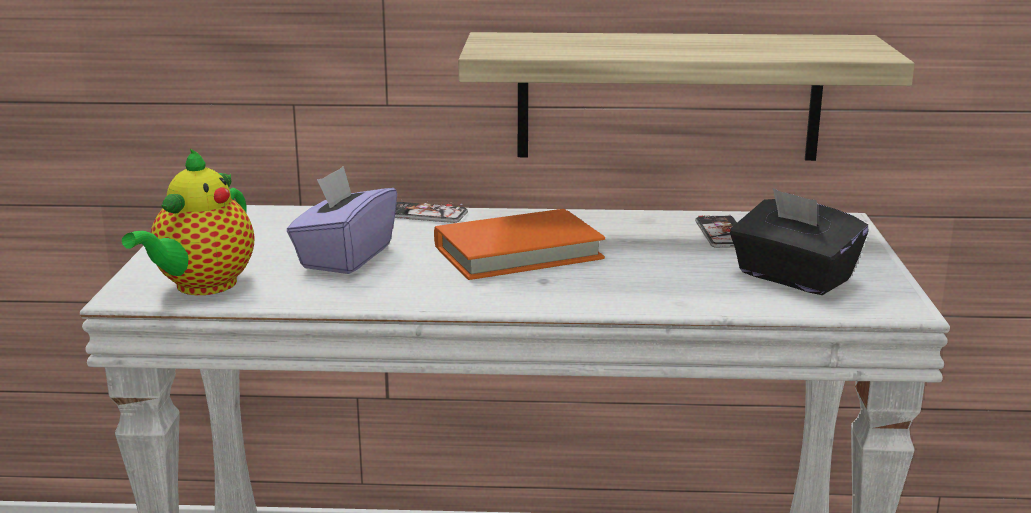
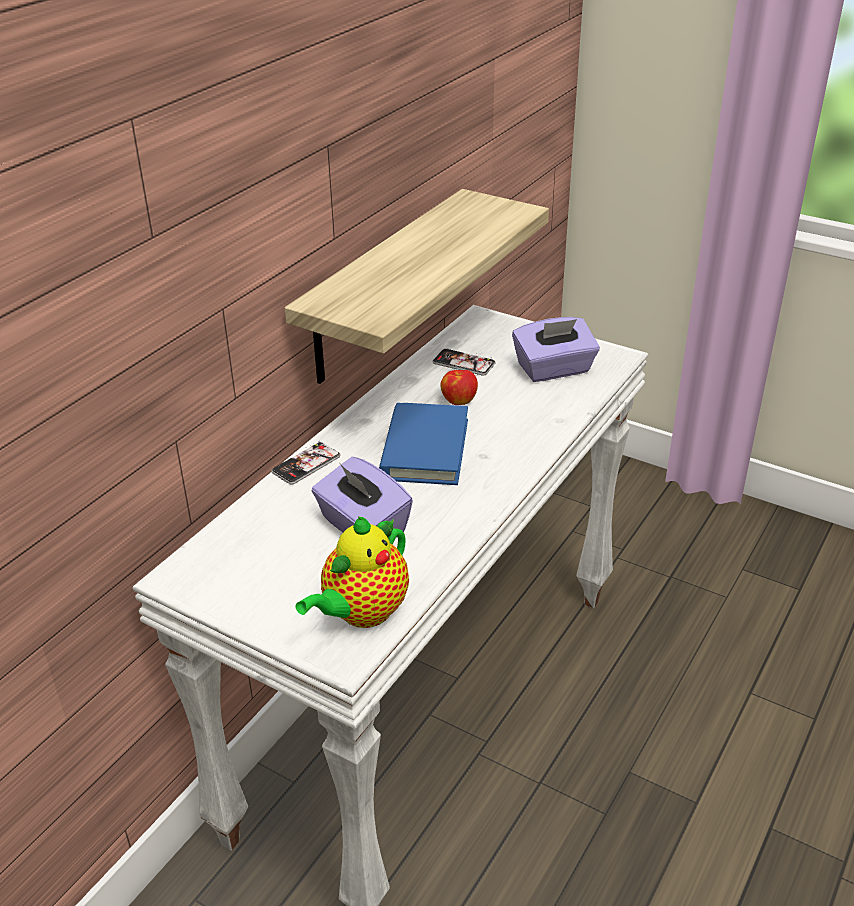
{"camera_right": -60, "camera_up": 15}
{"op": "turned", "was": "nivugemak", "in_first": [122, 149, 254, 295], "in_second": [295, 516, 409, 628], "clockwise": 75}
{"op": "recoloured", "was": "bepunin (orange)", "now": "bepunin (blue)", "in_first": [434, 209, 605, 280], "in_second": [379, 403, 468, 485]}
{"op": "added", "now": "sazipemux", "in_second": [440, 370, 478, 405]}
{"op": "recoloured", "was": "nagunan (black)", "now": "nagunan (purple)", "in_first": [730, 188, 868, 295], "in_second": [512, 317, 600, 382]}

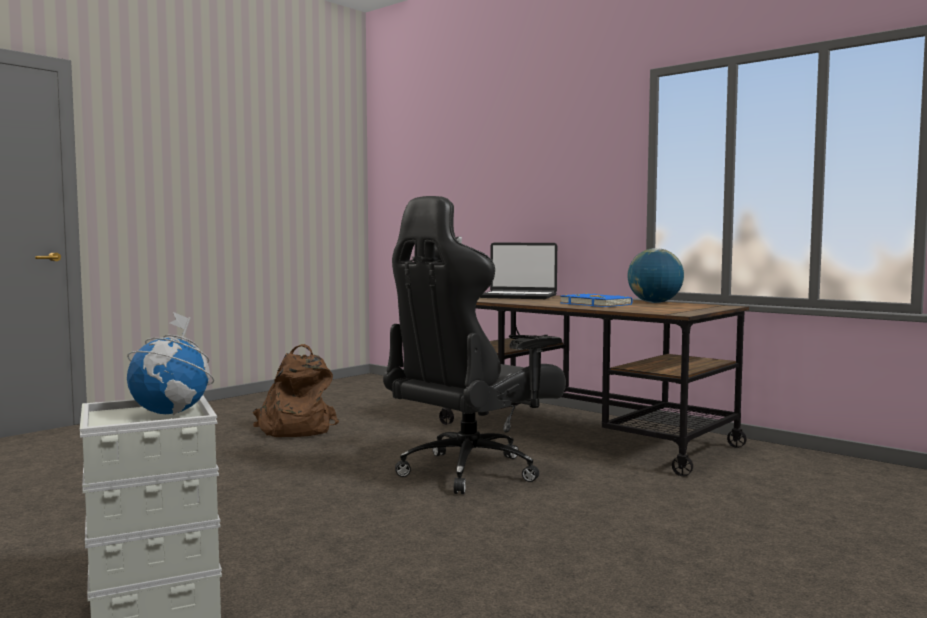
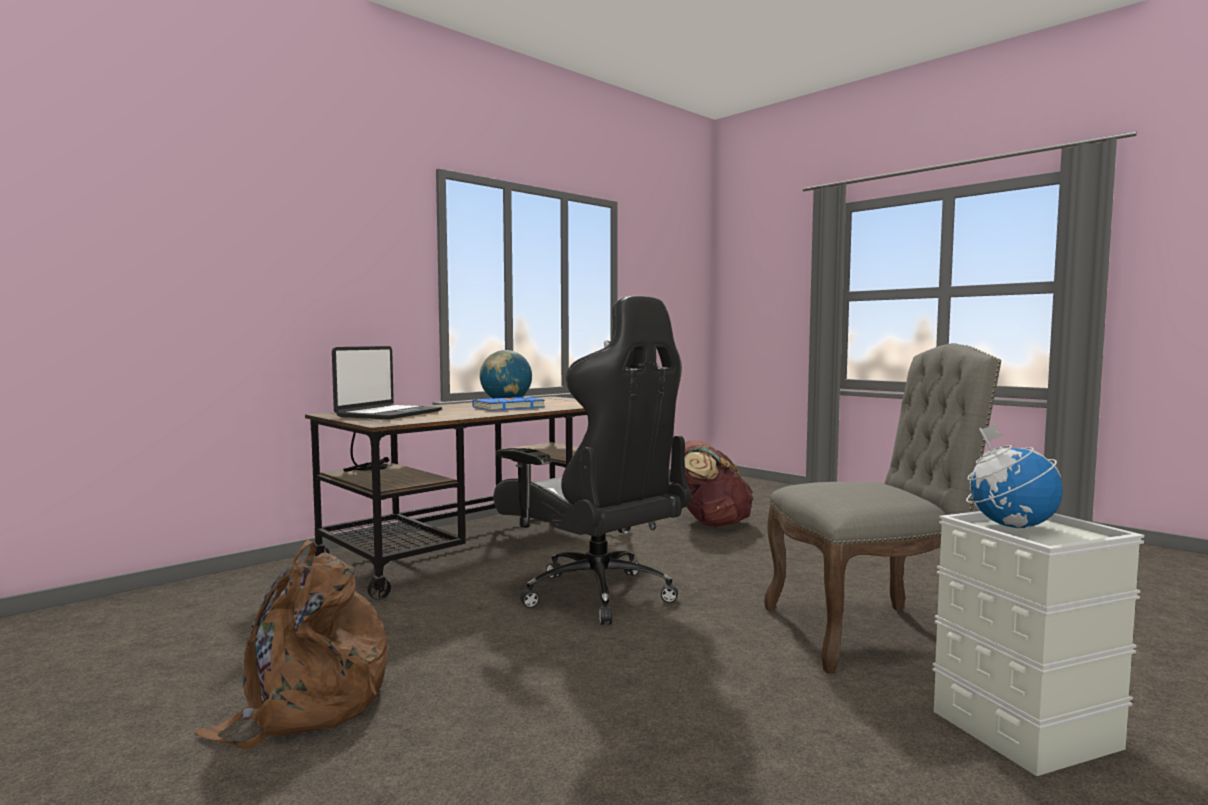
{"camera_right": -85, "camera_up": 0}
{"op": "added", "now": "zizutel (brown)", "in_second": [685, 440, 754, 527]}
{"op": "added", "now": "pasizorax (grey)", "in_second": [764, 343, 1001, 674]}

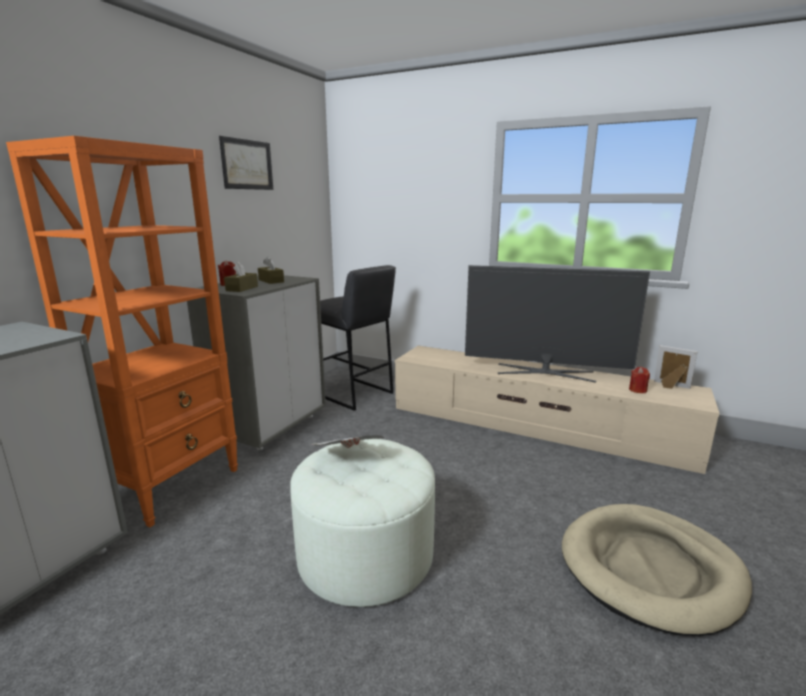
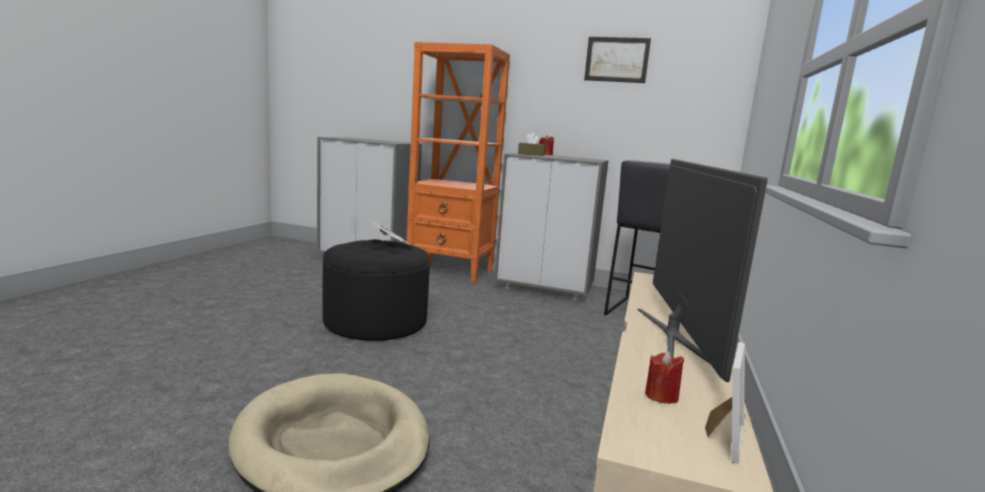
{"camera_right": 80, "camera_up": -5}
{"op": "recoloured", "was": "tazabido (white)", "now": "tazabido (black)", "in_first": [290, 439, 435, 607], "in_second": [323, 239, 430, 341]}
{"op": "removed", "was": "nagunan (brown)", "in_first": [258, 257, 284, 284]}

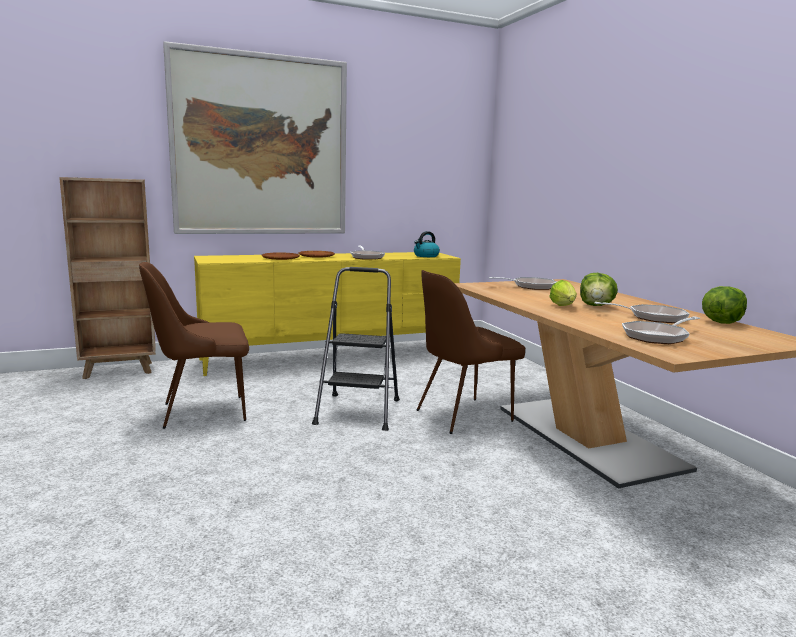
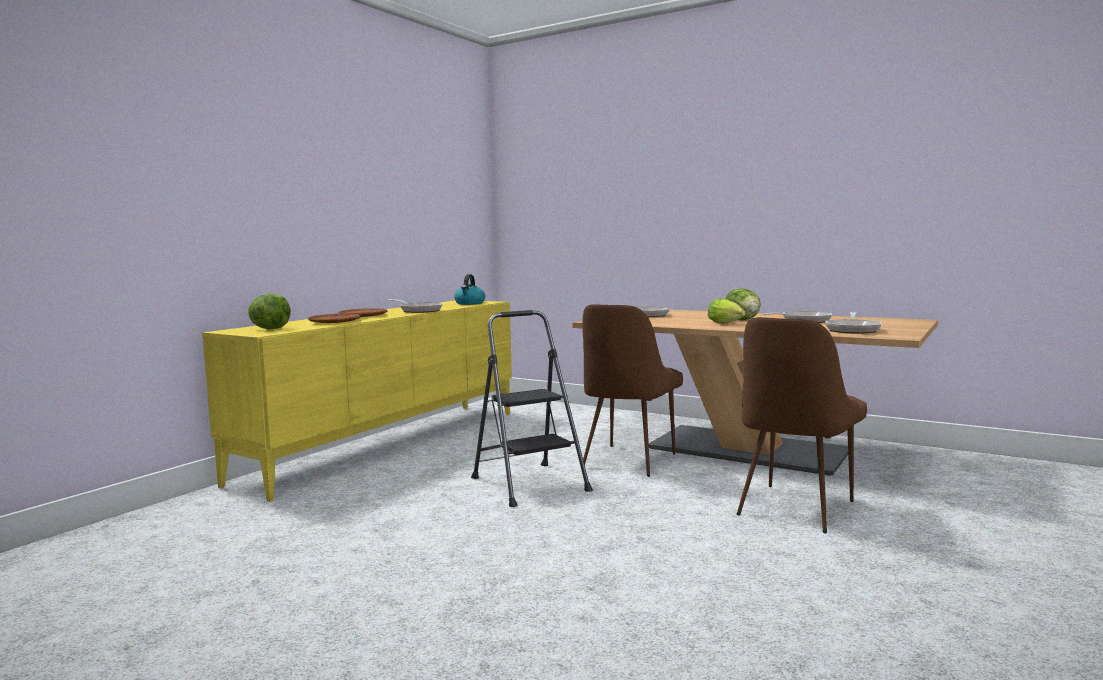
{"camera_right": -35, "camera_up": -5}
{"op": "moved", "was": "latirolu", "in_first": [702, 286, 747, 324], "in_second": [248, 294, 291, 329]}
{"op": "moved", "was": "pasizorax (brown)", "in_first": [139, 262, 249, 429], "in_second": [737, 317, 867, 534]}
{"op": "removed", "was": "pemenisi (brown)", "in_first": [59, 177, 156, 379]}
{"op": "removed", "was": "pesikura", "in_first": [163, 41, 347, 234]}

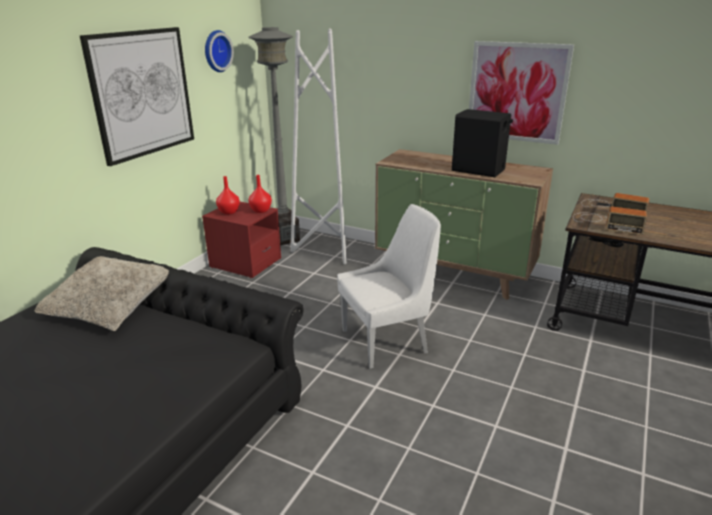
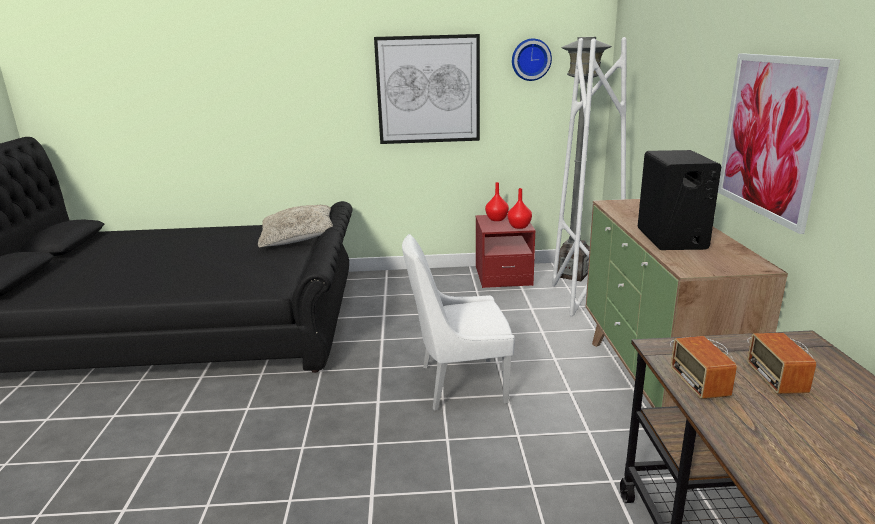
{"camera_right": 60, "camera_up": -5}
{"op": "turned", "was": "pasizorax (white)", "in_first": [337, 204, 441, 369], "in_second": [402, 234, 515, 410], "clockwise": 135}

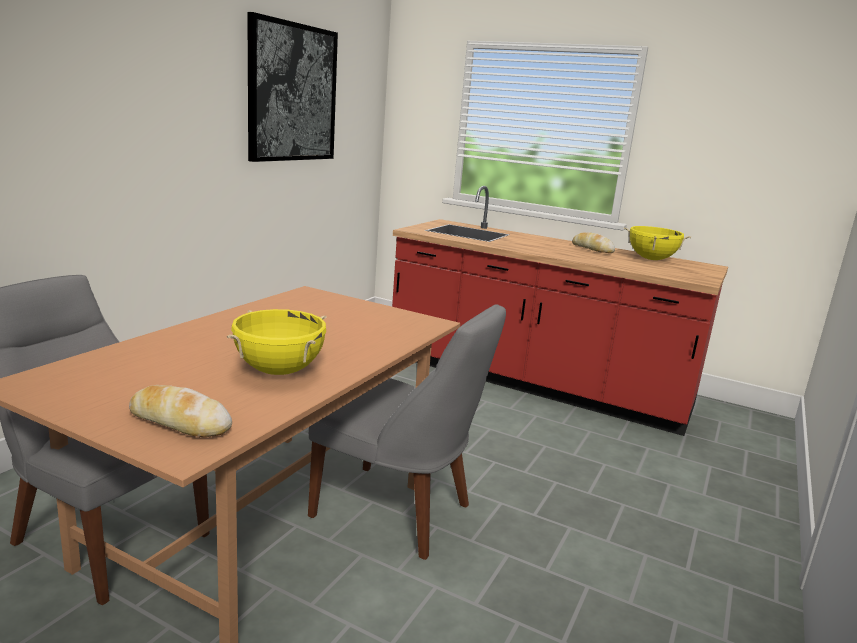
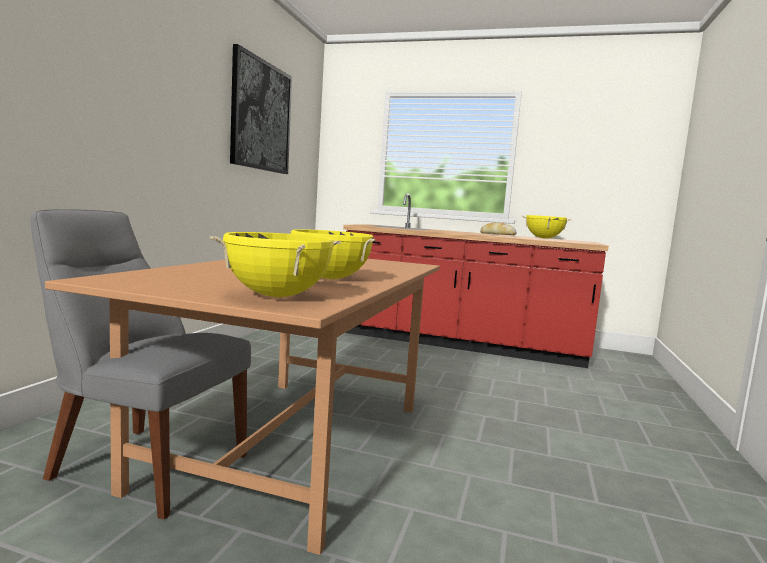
{"camera_right": -10, "camera_up": -10}
{"op": "replaced", "was": "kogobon", "now": "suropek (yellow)", "in_first": [129, 385, 232, 437], "in_second": [210, 232, 341, 297]}
{"op": "removed", "was": "pasizorax (grey)", "in_first": [308, 304, 506, 560]}

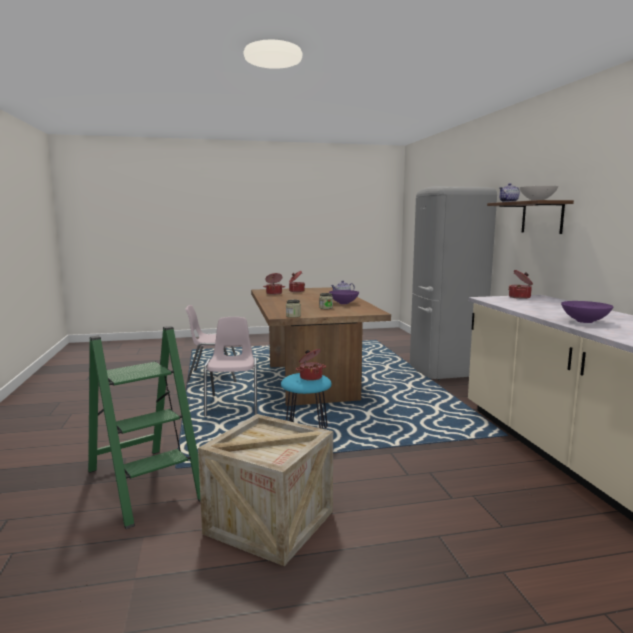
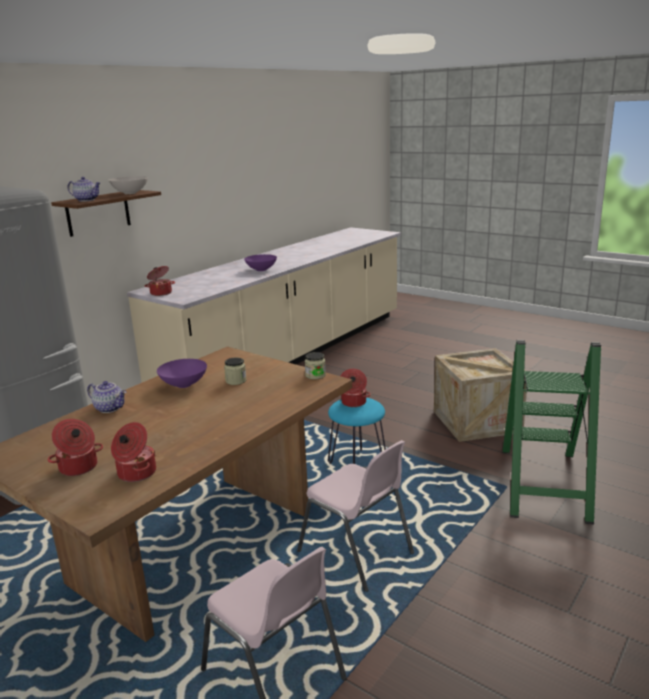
{"camera_right": -130, "camera_up": 10}
{"op": "turned", "was": "pasizorax (pink)", "in_first": [204, 317, 257, 417], "in_second": [297, 440, 414, 592], "clockwise": -90}

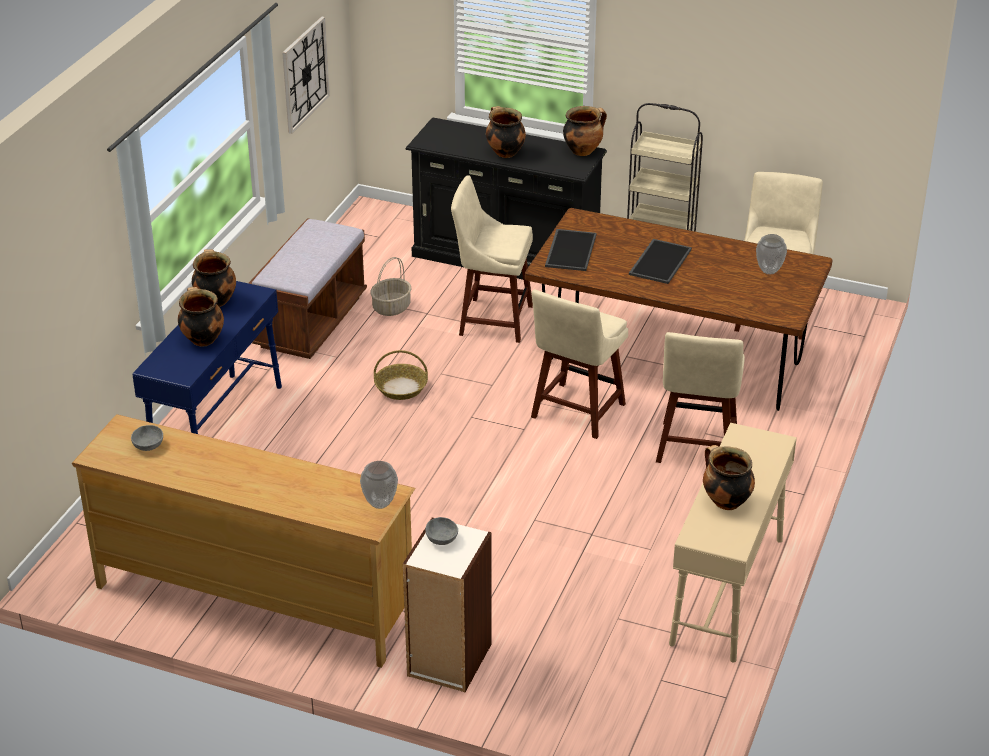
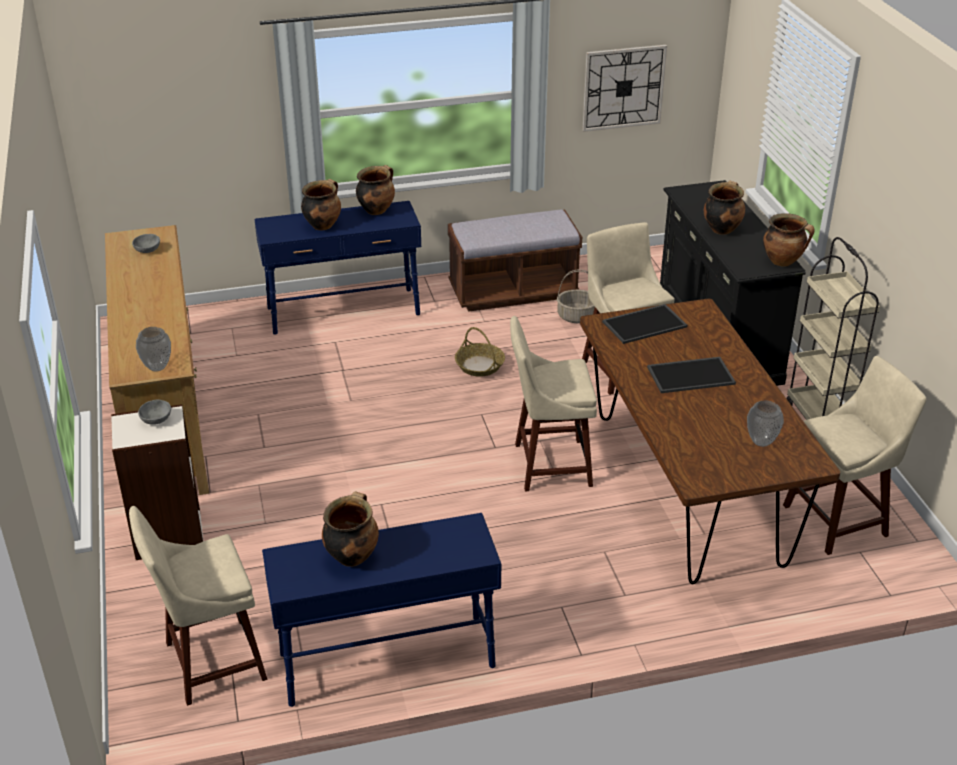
{"camera_right": 55, "camera_up": 0}
{"op": "moved", "was": "pasizorax (beige)", "in_first": [656, 332, 745, 463], "in_second": [129, 506, 268, 706]}
{"op": "recoloured", "was": "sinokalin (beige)", "now": "sinokalin (blue)", "in_first": [669, 423, 797, 663], "in_second": [262, 513, 502, 707]}

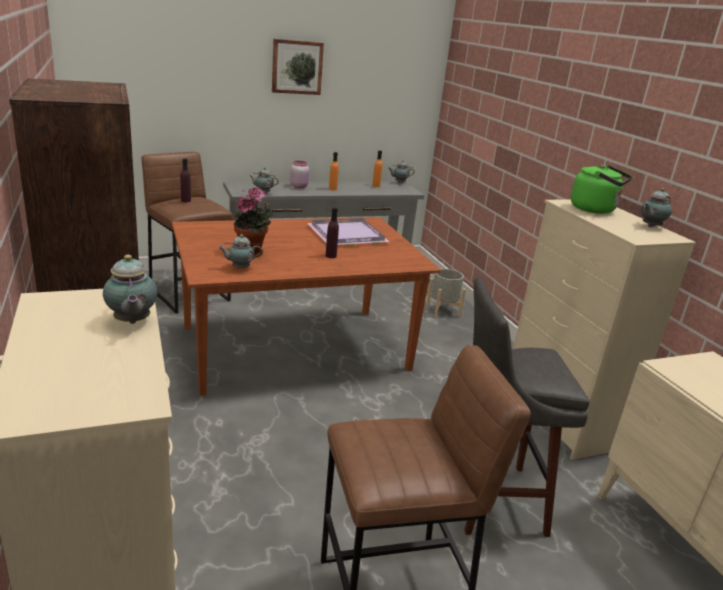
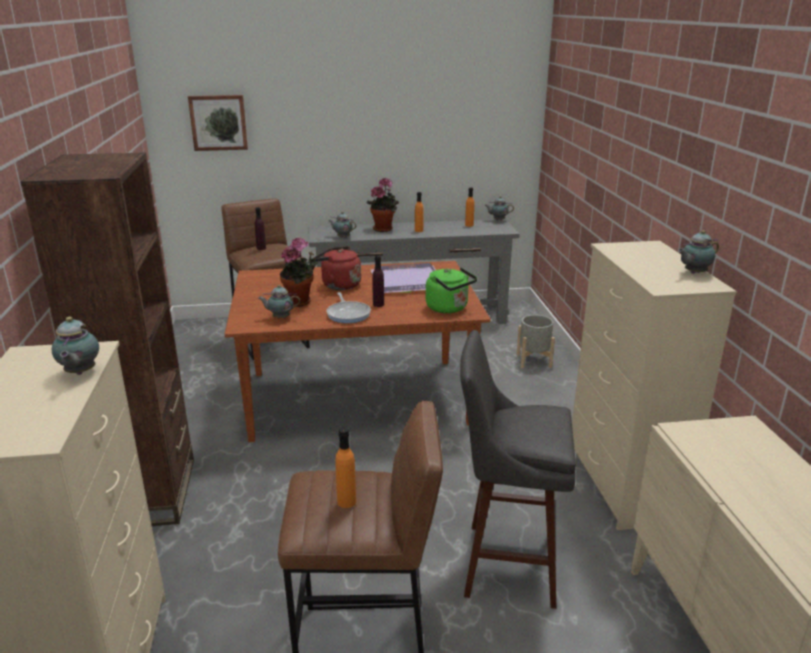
{"camera_right": 15, "camera_up": 0}
{"op": "moved", "was": "pesikura", "in_first": [272, 39, 324, 95], "in_second": [188, 95, 248, 151]}
{"op": "added", "now": "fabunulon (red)", "in_second": [314, 246, 361, 290]}
{"op": "added", "now": "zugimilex", "in_second": [327, 292, 371, 323]}
{"op": "added", "now": "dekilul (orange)", "in_second": [335, 428, 356, 508]}
{"op": "replaced", "was": "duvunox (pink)", "now": "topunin", "in_first": [290, 161, 309, 188], "in_second": [367, 177, 399, 232]}
{"op": "moved", "was": "fabunulon (green)", "in_first": [571, 165, 632, 214], "in_second": [426, 267, 477, 313]}

